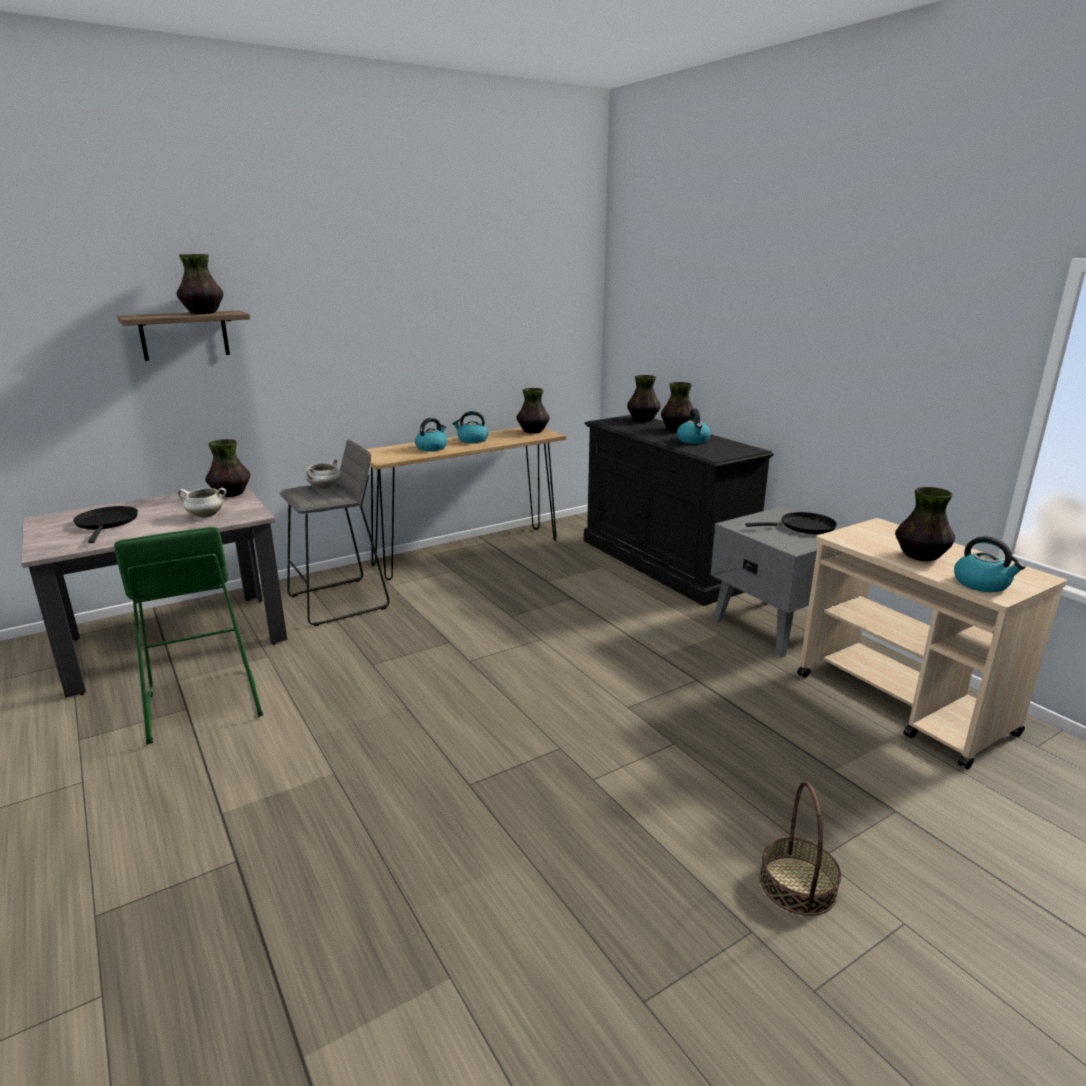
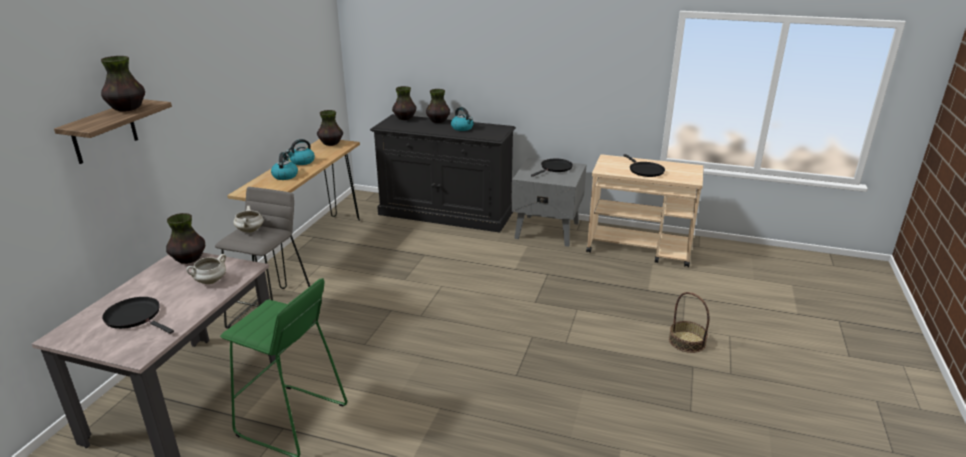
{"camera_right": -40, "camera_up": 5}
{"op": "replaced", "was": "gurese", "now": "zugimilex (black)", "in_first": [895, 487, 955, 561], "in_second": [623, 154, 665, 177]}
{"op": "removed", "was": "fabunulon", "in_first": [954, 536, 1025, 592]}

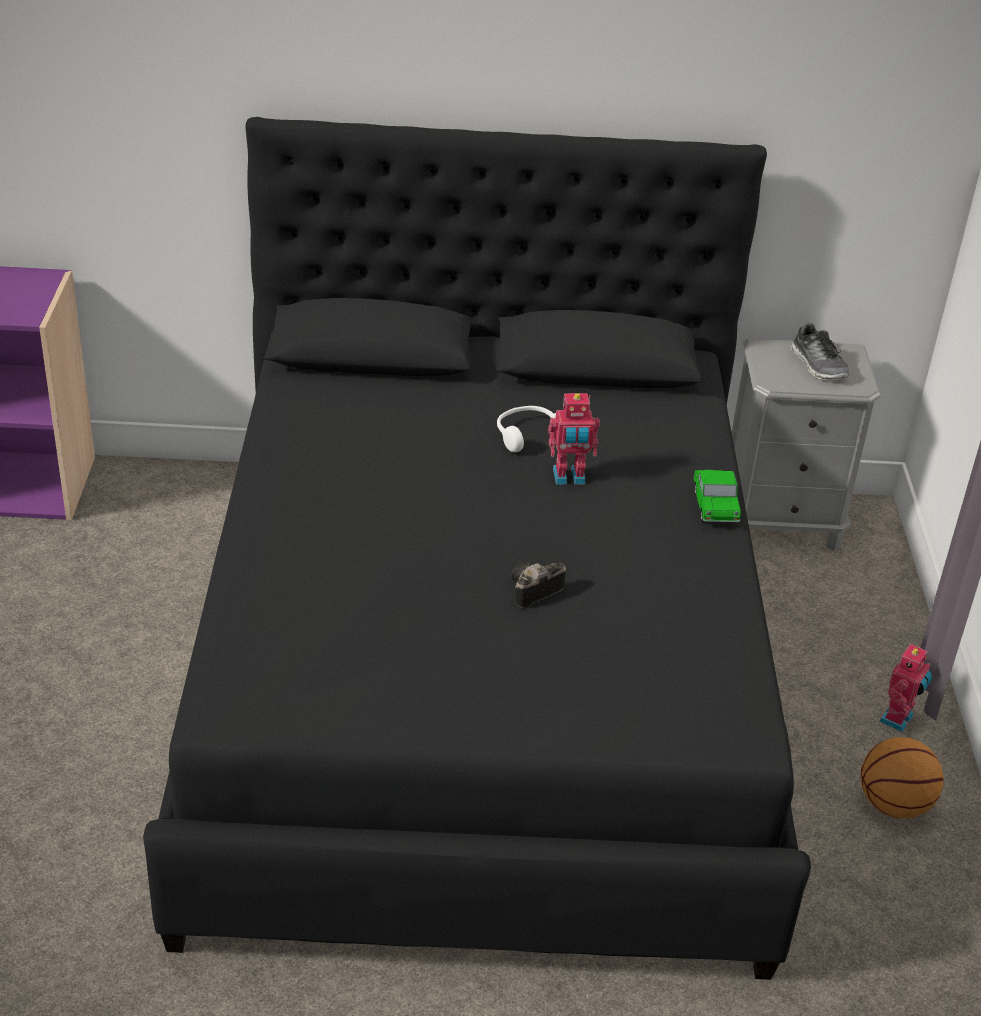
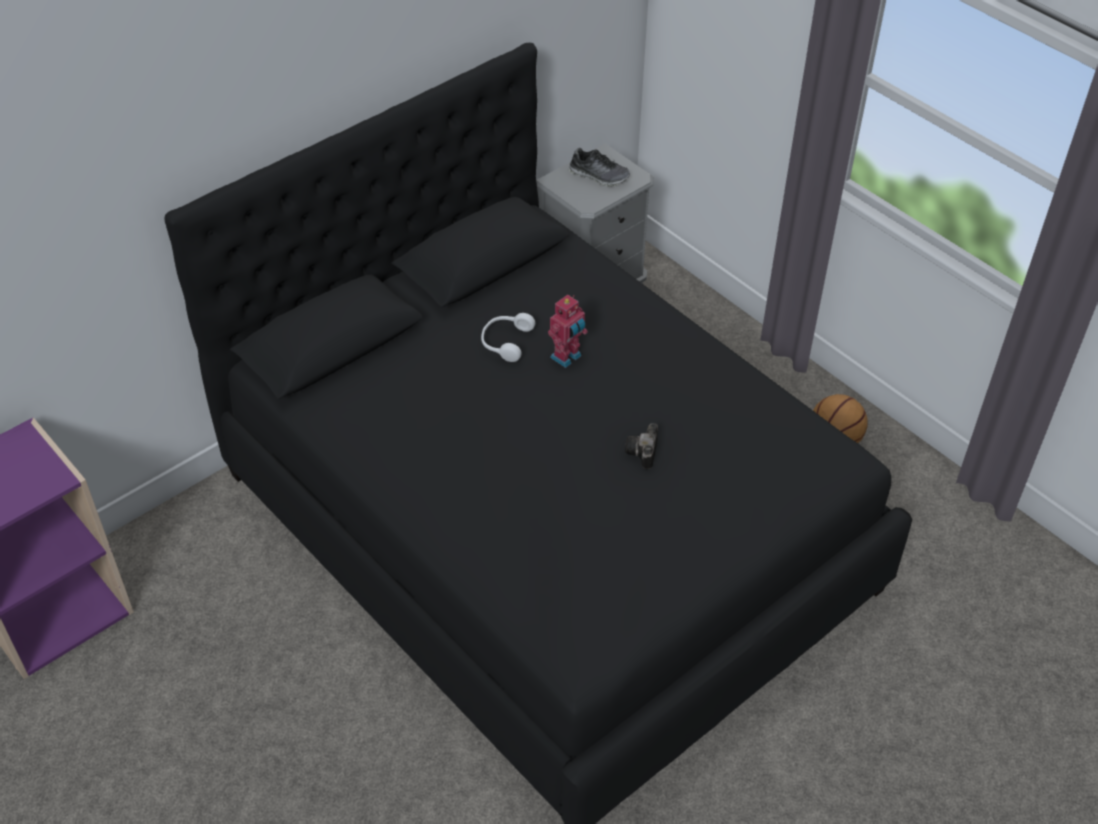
{"camera_right": -40, "camera_up": 10}
{"op": "removed", "was": "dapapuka", "in_first": [694, 470, 741, 523]}
{"op": "removed", "was": "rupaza", "in_first": [879, 644, 932, 732]}

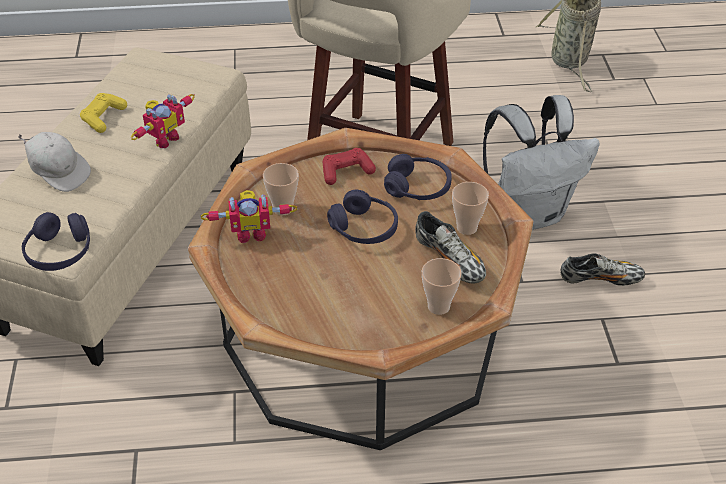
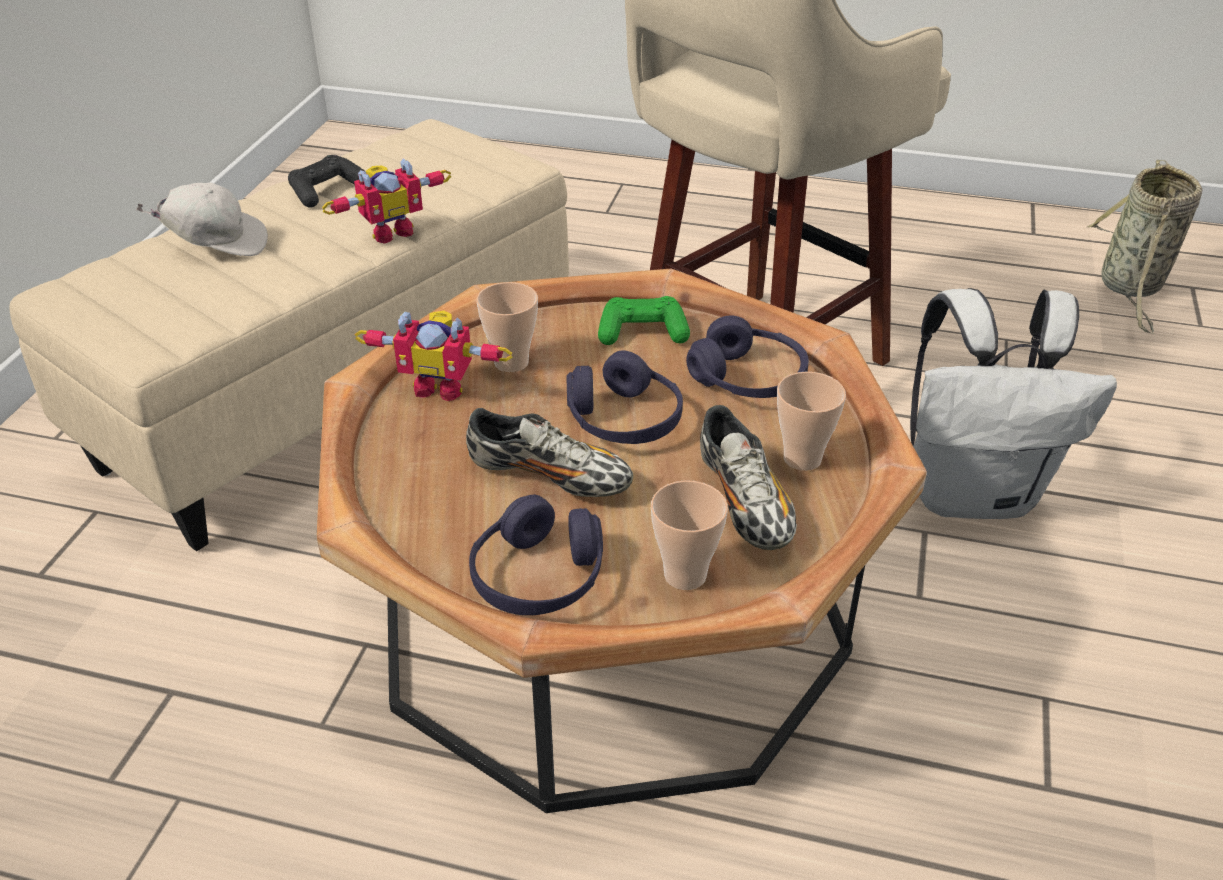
{"camera_right": 20, "camera_up": -5}
{"op": "turned", "was": "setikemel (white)", "in_first": [18, 132, 91, 192], "in_second": [136, 183, 268, 256], "clockwise": -60}
{"op": "recoloured", "was": "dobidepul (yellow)", "now": "dobidepul (black)", "in_first": [80, 93, 127, 133], "in_second": [288, 155, 365, 208]}
{"op": "moved", "was": "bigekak", "in_first": [560, 253, 645, 286], "in_second": [466, 408, 633, 497]}
{"op": "moved", "was": "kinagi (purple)", "in_first": [22, 212, 90, 271], "in_second": [469, 495, 603, 615]}
{"op": "recoloured", "was": "dobidepul (red)", "now": "dobidepul (green)", "in_first": [323, 148, 376, 185], "in_second": [598, 296, 690, 345]}

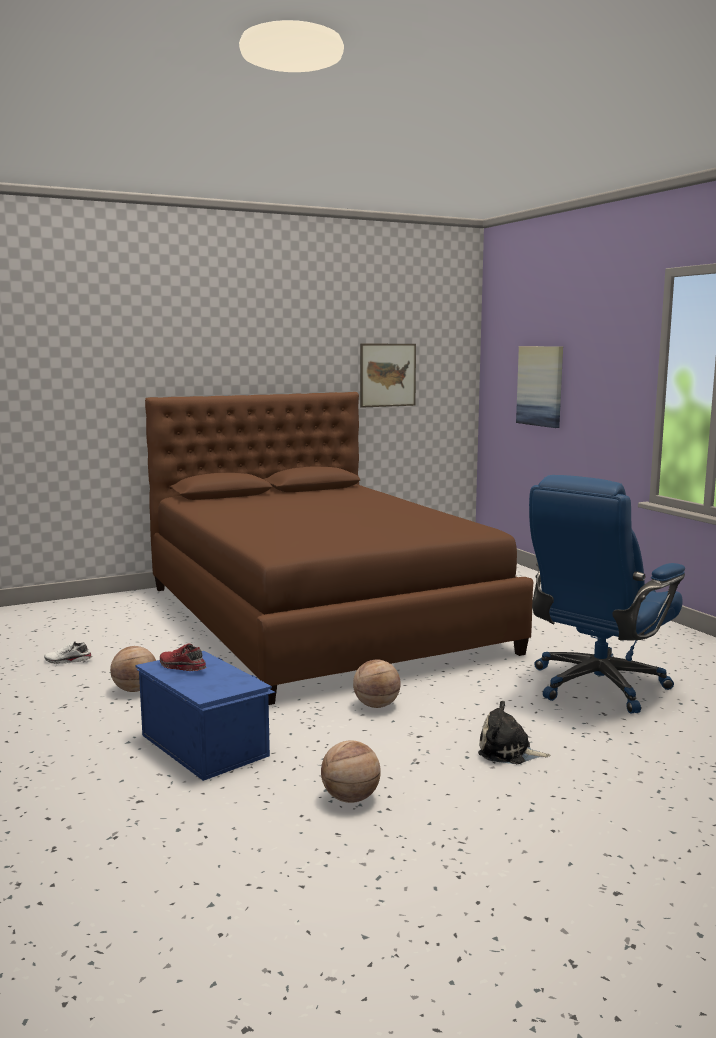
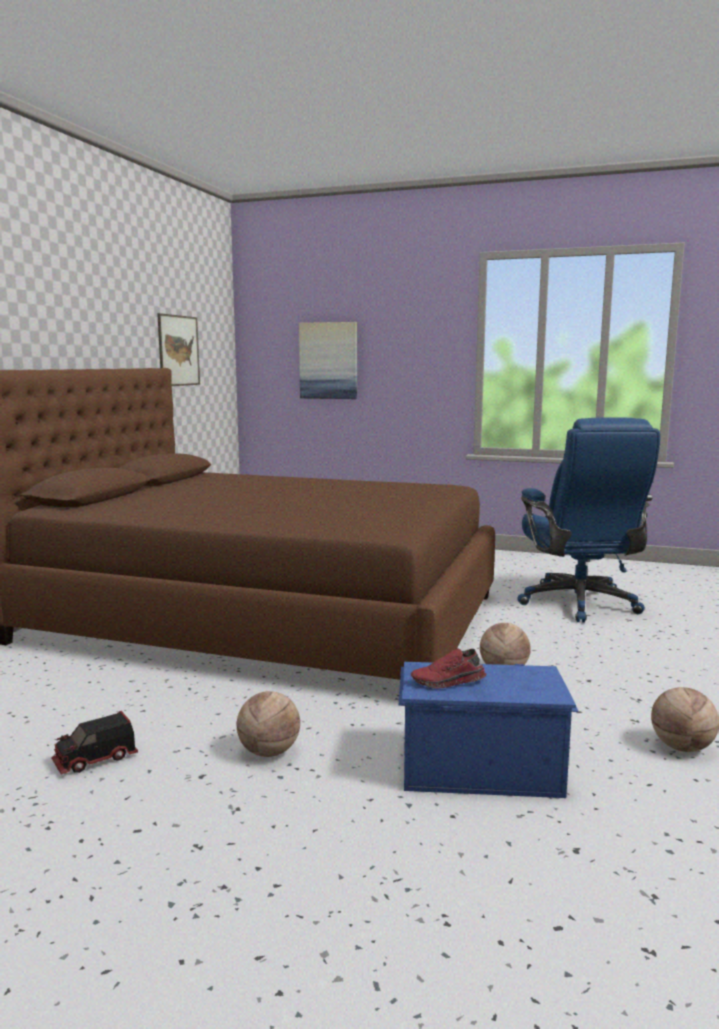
{"camera_right": -45, "camera_up": 0}
{"op": "replaced", "was": "bigekak (white)", "now": "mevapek", "in_first": [44, 641, 92, 664], "in_second": [51, 711, 138, 775]}
{"op": "removed", "was": "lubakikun", "in_first": [478, 701, 551, 764]}

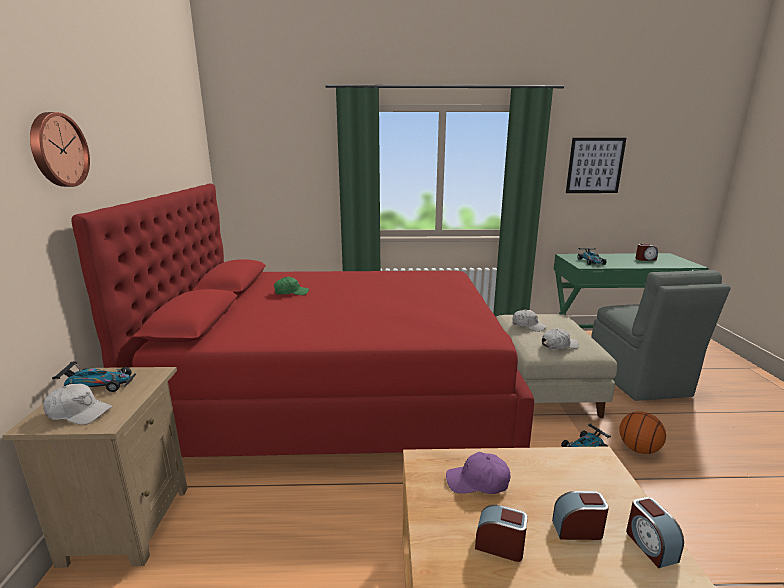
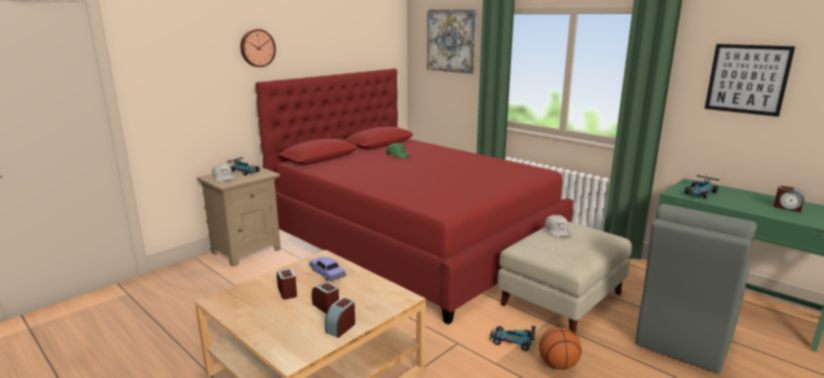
{"camera_right": 45, "camera_up": 0}
{"op": "replaced", "was": "setikemel (purple)", "now": "dapapuka", "in_first": [446, 452, 510, 494], "in_second": [309, 257, 347, 281]}
{"op": "added", "now": "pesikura", "in_second": [427, 9, 477, 74]}
{"op": "removed", "was": "setikemel (white)", "in_first": [542, 328, 579, 349]}

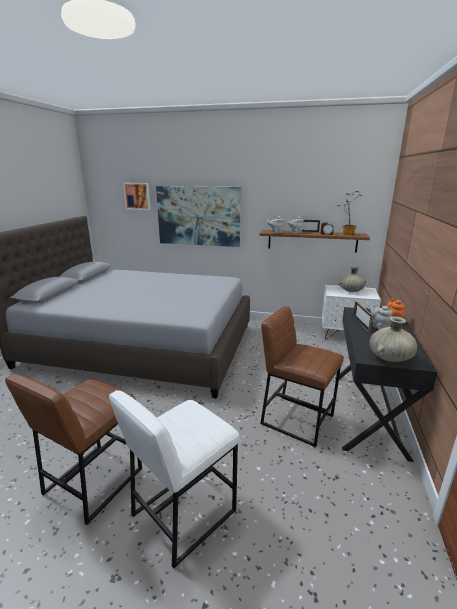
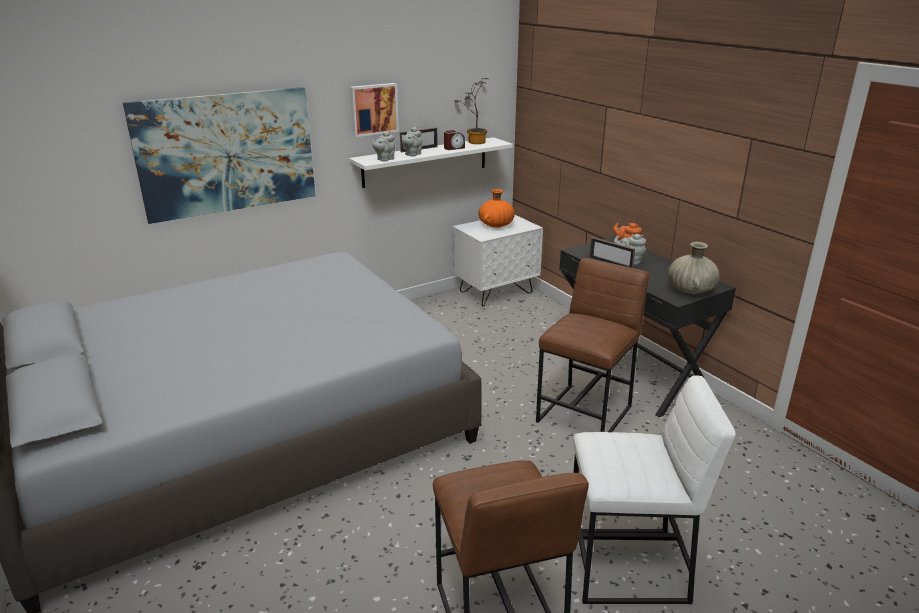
{"camera_right": -45, "camera_up": 5}
{"op": "recoloured", "was": "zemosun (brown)", "now": "zemosun (white)", "in_first": [259, 230, 370, 253], "in_second": [349, 137, 513, 188]}
{"op": "moved", "was": "pesikura", "in_first": [123, 183, 151, 210], "in_second": [350, 83, 399, 137]}
{"op": "recoloured", "was": "gurese (beige)", "now": "gurese (orange)", "in_first": [339, 267, 366, 292], "in_second": [479, 189, 515, 228]}
{"op": "turned", "was": "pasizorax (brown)", "in_first": [261, 306, 344, 447], "in_second": [536, 258, 649, 432], "clockwise": 135}
{"op": "turned", "was": "pasizorax (white)", "in_first": [109, 390, 239, 568], "in_second": [573, 375, 736, 604], "clockwise": -90}

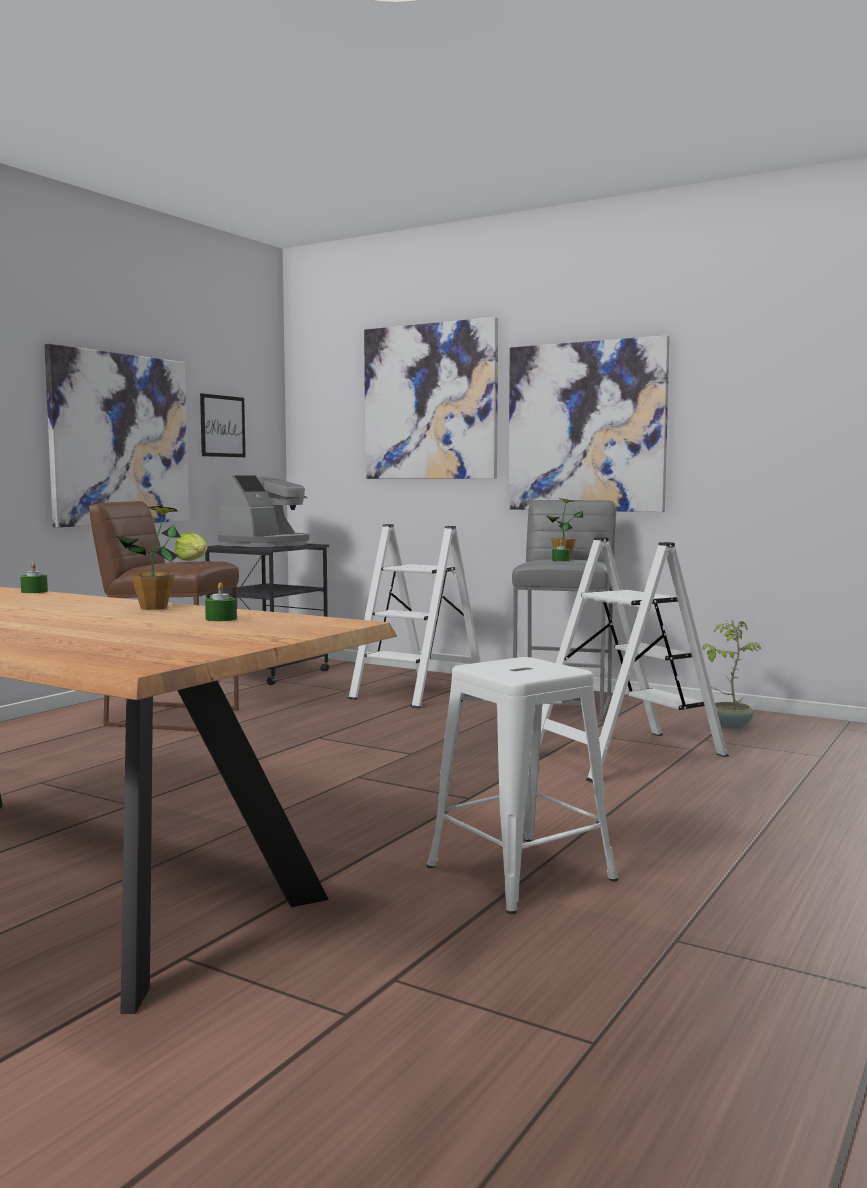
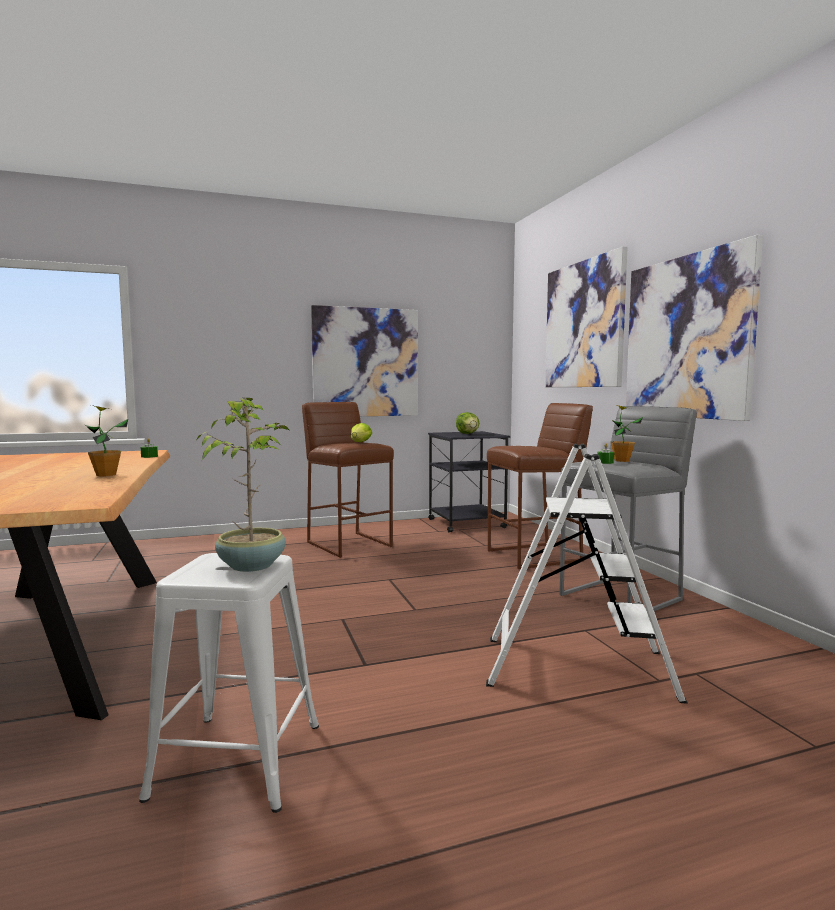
{"camera_right": 40, "camera_up": 0}
{"op": "moved", "was": "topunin", "in_first": [702, 620, 761, 729], "in_second": [197, 398, 289, 572]}
{"op": "replaced", "was": "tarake", "now": "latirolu", "in_first": [218, 475, 310, 547], "in_second": [456, 412, 479, 434]}
{"op": "replaced", "was": "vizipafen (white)", "now": "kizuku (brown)", "in_first": [348, 524, 481, 709], "in_second": [487, 403, 593, 569]}
{"op": "removed", "was": "pesikura", "in_first": [200, 393, 245, 457]}
{"op": "removed", "was": "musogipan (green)", "in_first": [205, 582, 237, 621]}

